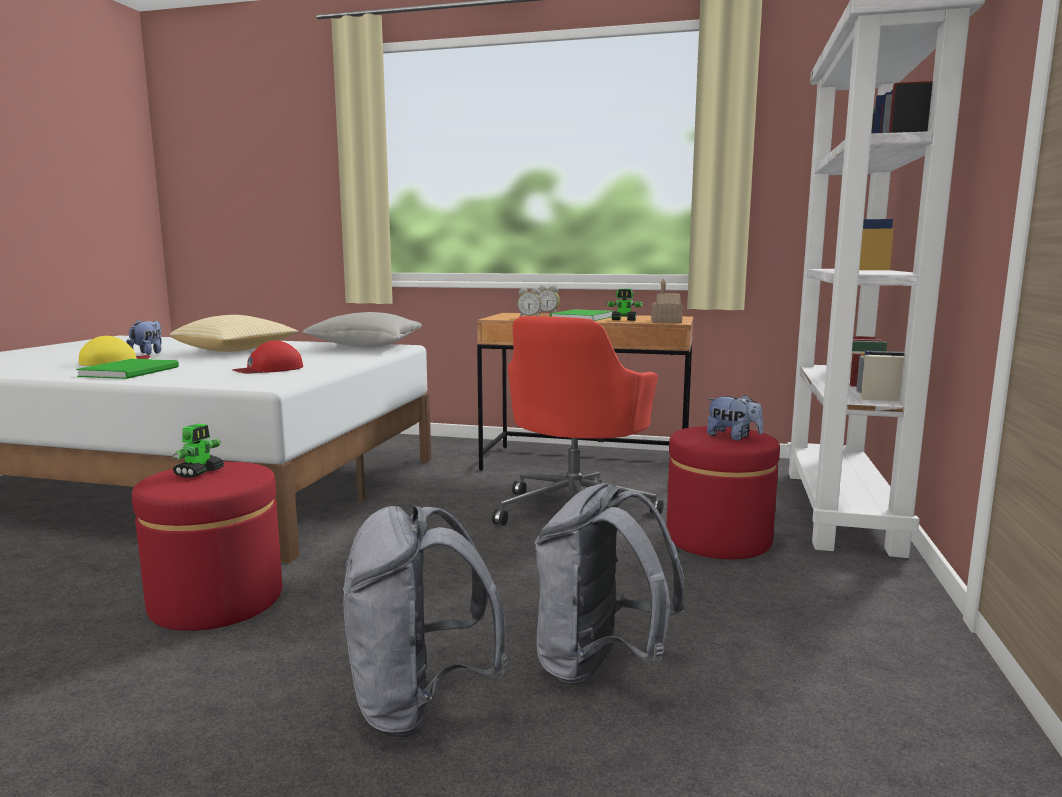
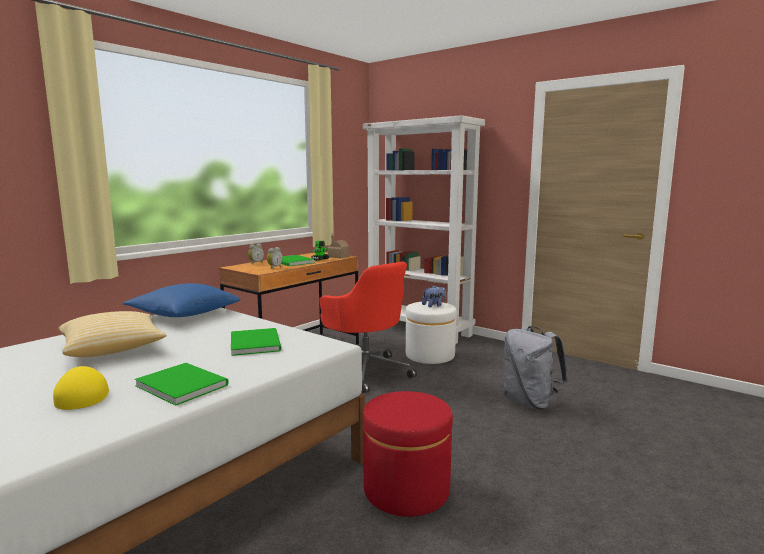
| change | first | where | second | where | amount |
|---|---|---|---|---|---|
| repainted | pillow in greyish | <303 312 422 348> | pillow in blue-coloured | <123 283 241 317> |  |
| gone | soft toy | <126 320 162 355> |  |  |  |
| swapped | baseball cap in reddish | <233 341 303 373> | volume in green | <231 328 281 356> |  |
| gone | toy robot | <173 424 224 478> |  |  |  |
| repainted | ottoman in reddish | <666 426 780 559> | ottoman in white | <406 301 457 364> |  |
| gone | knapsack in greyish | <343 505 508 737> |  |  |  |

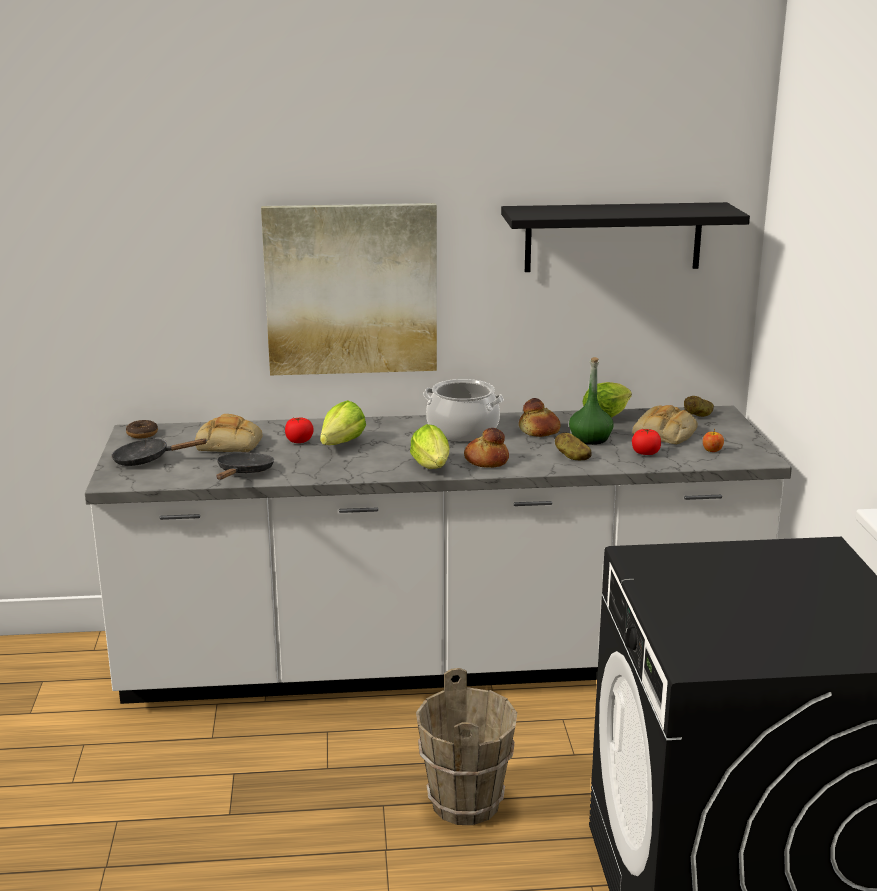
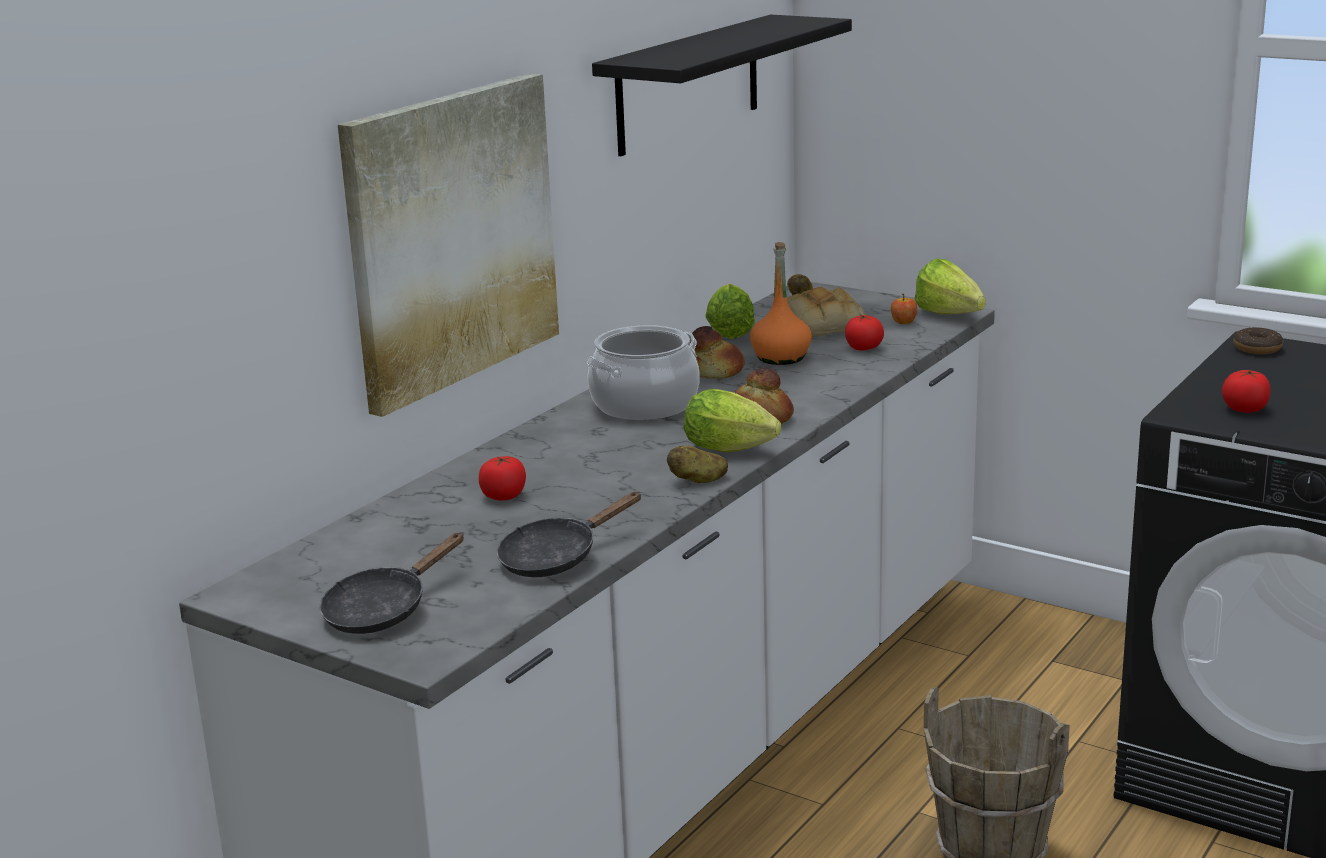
| change | first | where | second | where | amount |
|---|---|---|---|---|---|
| repainted | beverage bottle in green | <569 357 613 445> | beverage bottle in orange-coloured | <750 242 812 365> |  |
| shifted | lettuce head | <320 400 366 445> |  | <914 259 986 314> |  |
| gone | bakery bread | <195 414 263 452> |  |  |  |
| shifted | ring doughnut | <126 420 158 438> |  | <1233 327 1283 354> |  |
| shifted | potato | <555 433 592 460> |  | <667 446 728 483> |  |
| rotated | pan in blackish | <217 453 274 480> |  | <496 492 642 577> | 90 degrees counterclockwise |
| new |  |  | tomato | <1222 370 1270 413> |  |

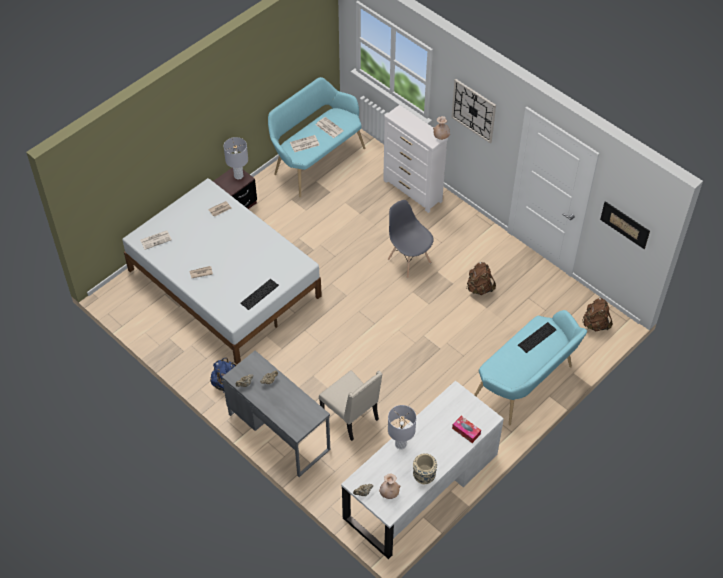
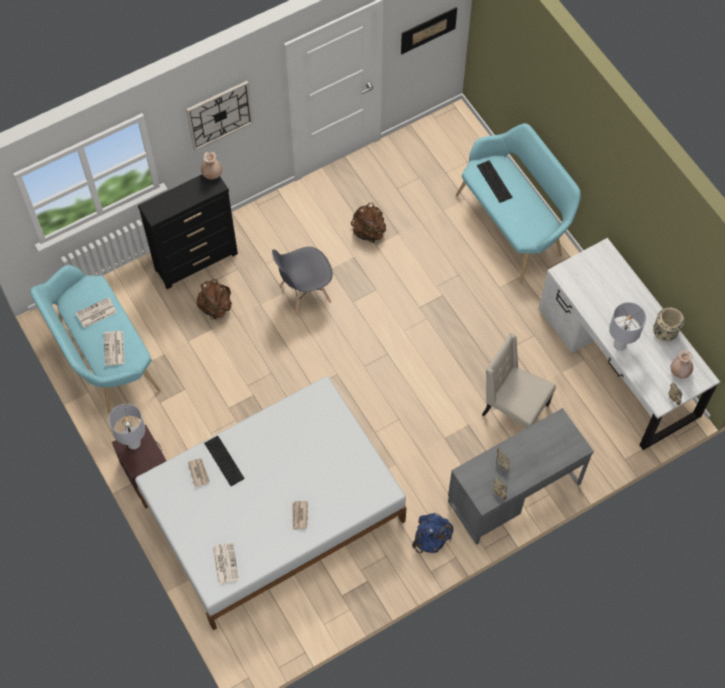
| change | first | where | second | where | amount |
|---|---|---|---|---|---|
| repainted | drawer chest in white | <383 105 448 213> | drawer chest in blackish | <138 175 238 289> |  |
| shifted | PC keyboard | <240 279 279 310> |  | <204 436 245 486> |  |
| shifted | knapsack in brownish | <582 297 613 331> |  | <196 279 232 319> |  |
| rotated | upright chair in beige | <319 370 383 441> |  | <482 333 556 429> | 120 degrees counterclockwise |
| gone | box of tissues | <452 416 481 443> |  |  |  |

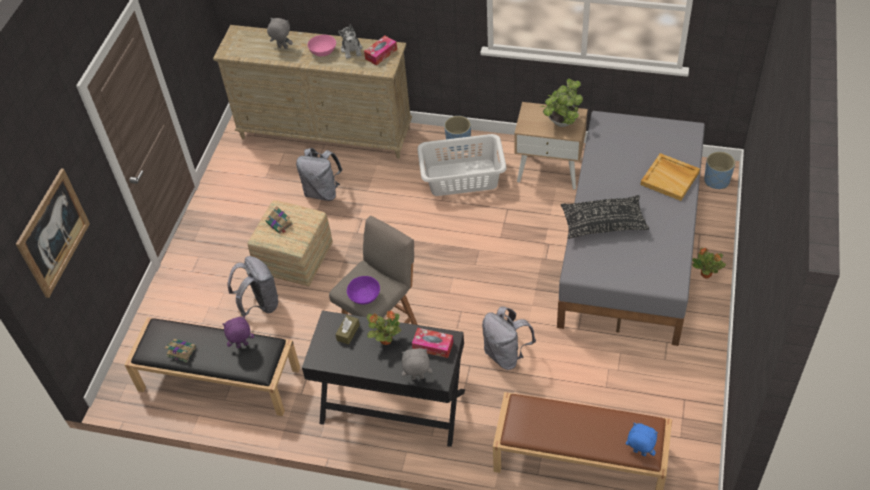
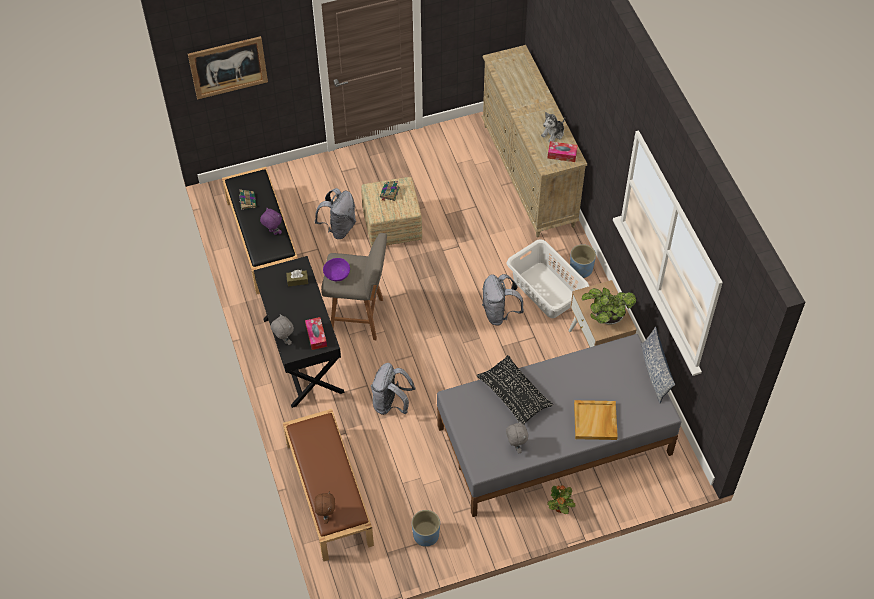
| change | first | where | second | where | amount |
|---|---|---|---|---|---|
| shifted | soft toy in greyish | <267 18 293 49> |  | <506 421 528 454> |  |
| gone | serving bowl in pink-coloured | <308 35 336 57> |  |  |  |
| shifted | knapsack in greyish | <296 148 343 201> |  | <482 274 524 325> |  |
| shifted | planter in blue-coloured | <704 151 735 189> |  | <412 510 440 547> |  |
| gone | potted plant | <367 310 401 345> |  |  |  |
| repainted | soft toy in blue-coloured | <626 423 658 456> | soft toy in brownish | <314 491 335 524> |  |
| new |  |  | pillow | <640 327 675 404> |  |

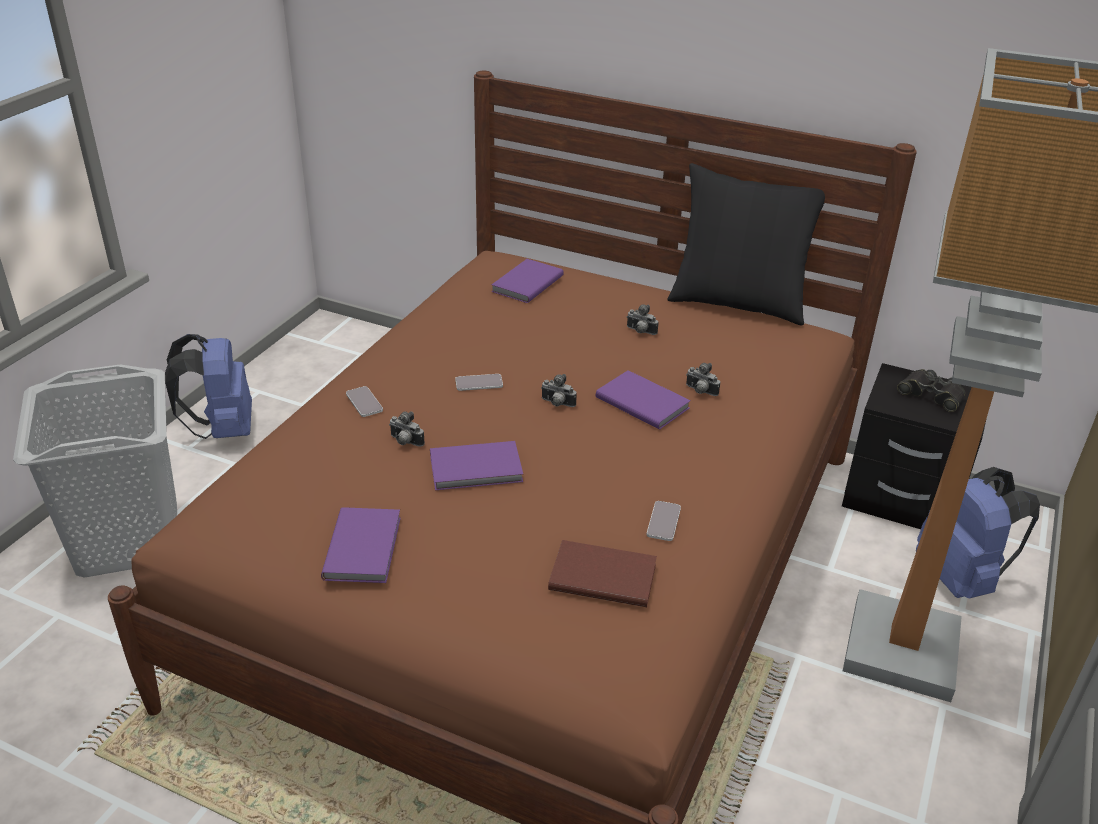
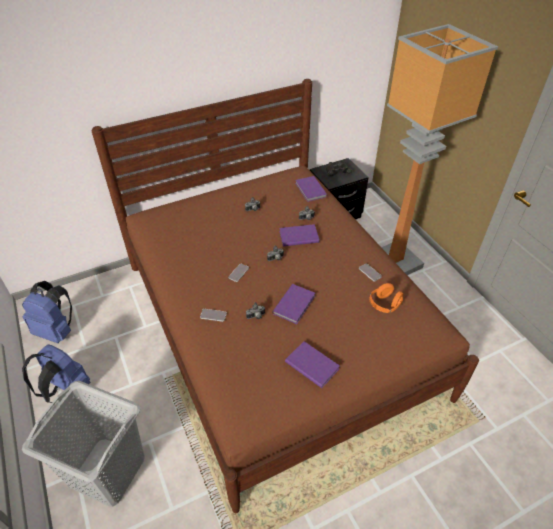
| change | first | where | second | where | amount |
|---|---|---|---|---|---|
| gone | pillow in blackish | <668 163 825 325> |  |  |  |
| shifted | volume in purple-coloured | <491 259 564 303> |  | <295 176 328 202> |  |
| shifted | knapsack in blue-coloured | <916 467 1040 598> |  | <22 281 72 343> |  |
| swapped | volume in brownish | <548 540 657 607> | pair of headphones in orange-coloured | <370 283 403 313> |  |

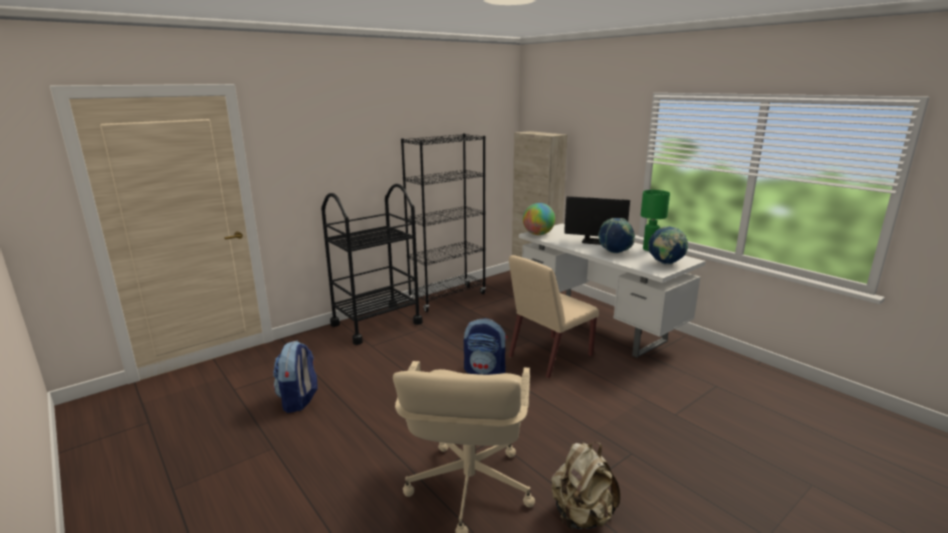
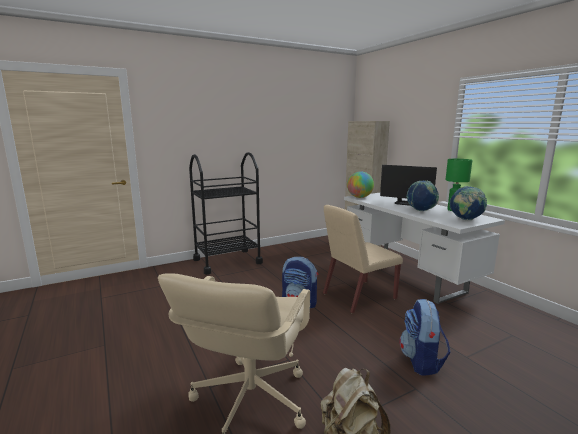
| change | first | where | second | where | amount |
|---|---|---|---|---|---|
| gone | bookcase in blackish | <401 133 486 312> |  |  |  |
| shifted | knapsack | <273 341 317 413> |  | <400 299 450 375> |  |

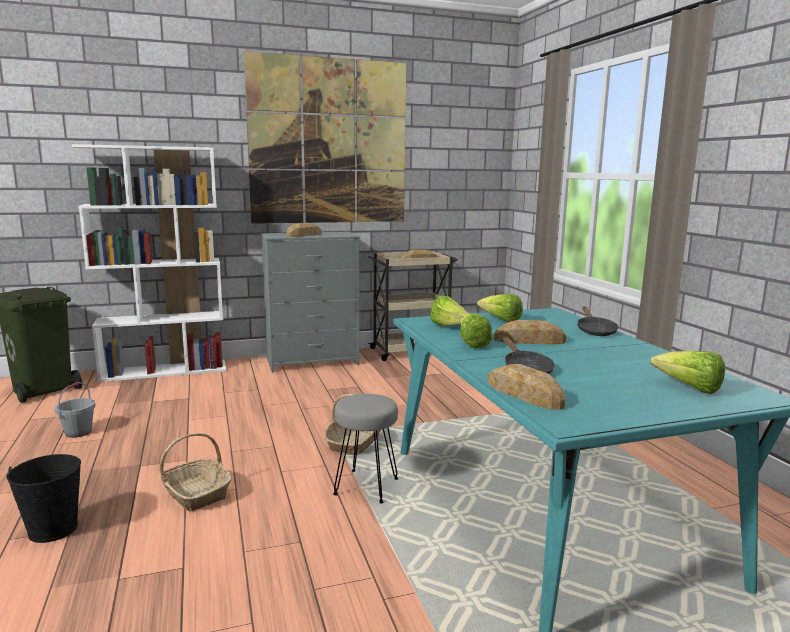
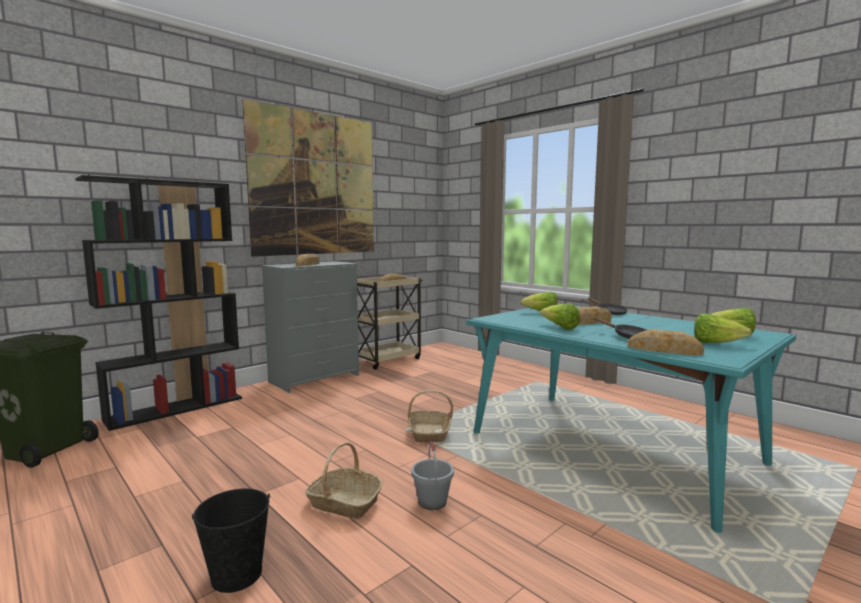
| change | first | where | second | where | amount |
|---|---|---|---|---|---|
| repainted | bookcase in white | <72 144 226 382> | bookcase in blackish | <75 175 242 431> |  |
| shifted | lettuce head | <430 296 469 326> |  | <694 313 752 343> |  |
| shifted | bucket in greyish | <55 382 95 438> |  | <411 441 454 510> |  |
| gone | stool seat in greyish | <333 394 398 504> |  |  |  |

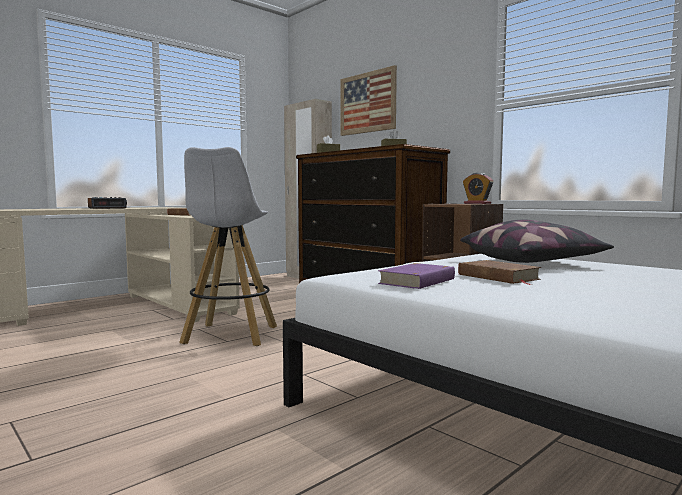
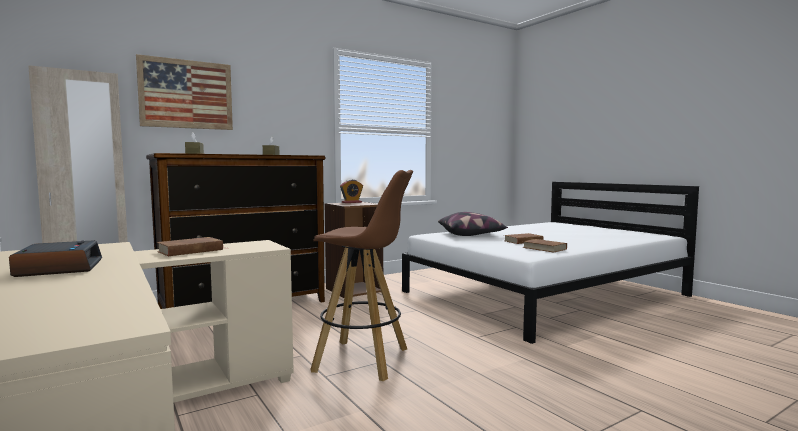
| change | first | where | second | where | amount |
|---|---|---|---|---|---|
| repainted | stool seat in white | <179 147 277 346> | stool seat in brownish | <310 170 413 381> |  |
| repainted | volume in purple-coloured | <378 263 455 289> | volume in brownish | <523 239 567 252> |  |

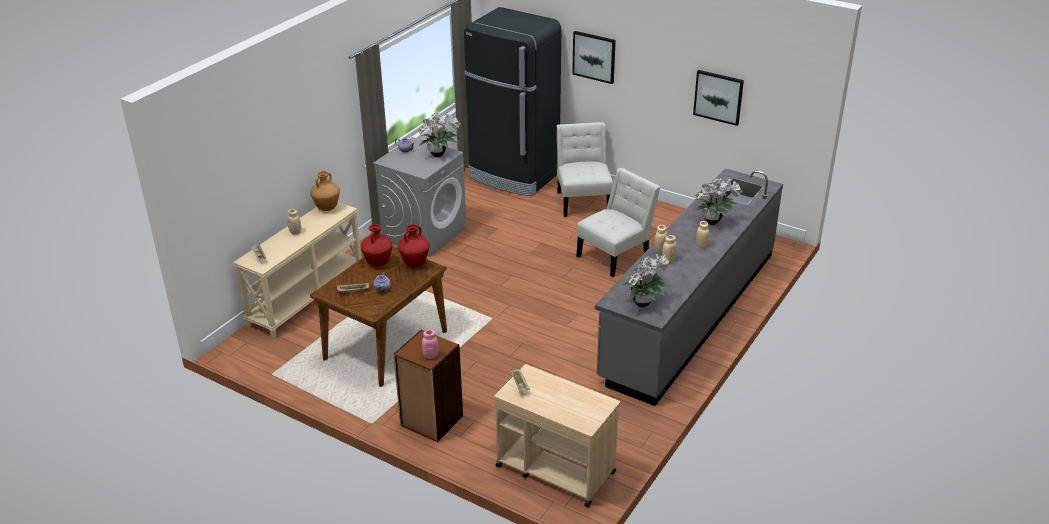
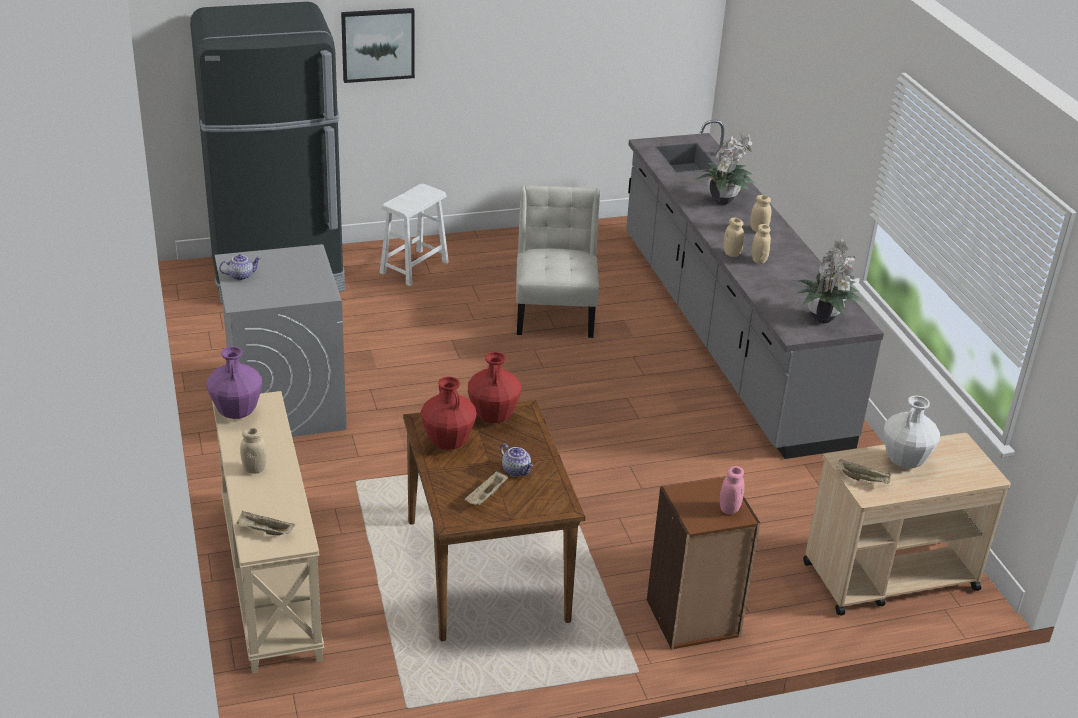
| change | first | where | second | where | amount |
|---|---|---|---|---|---|
| gone | wall art | <693 70 744 126> |  |  |  |
| gone | potted plant | <417 113 461 157> |  |  |  |
| swapped | upright chair in white | <557 122 613 217> | stool seat in white | <379 184 449 286> |  |
| repainted | vase in brownish | <310 171 340 211> | vase in purple-coloured | <207 346 262 419> |  |
| new |  |  | vase in white | <884 396 940 468> |  |

